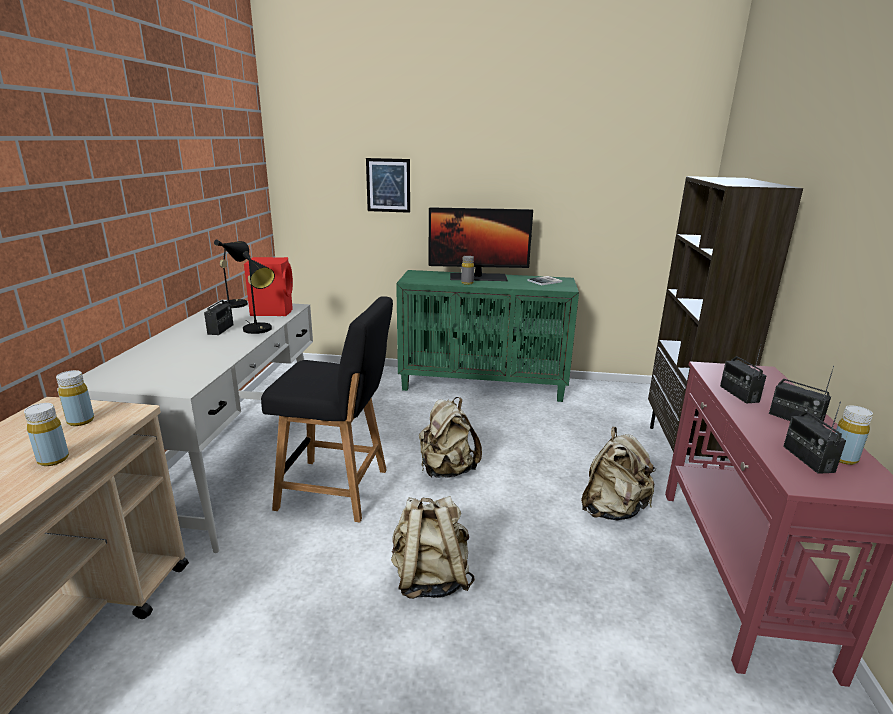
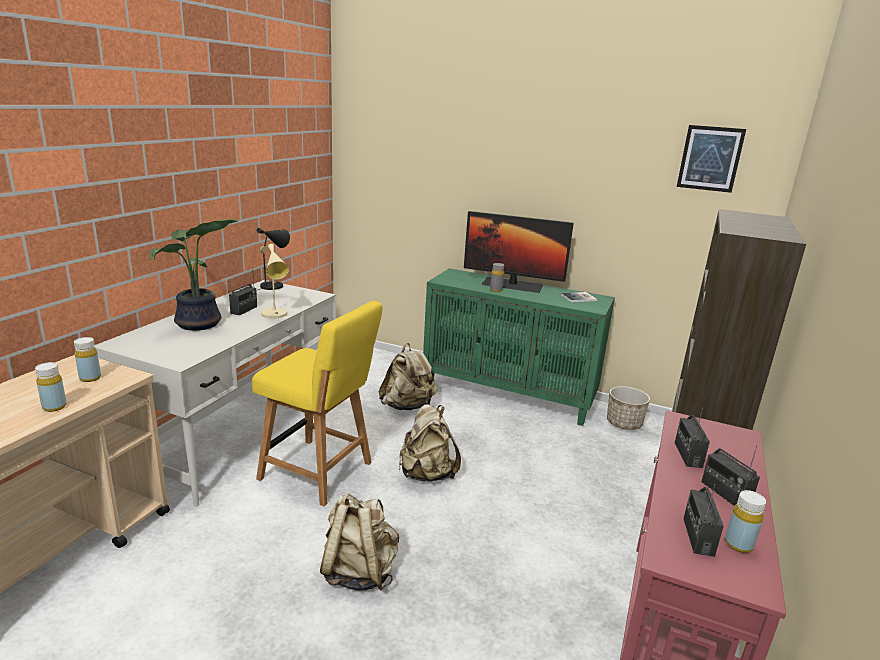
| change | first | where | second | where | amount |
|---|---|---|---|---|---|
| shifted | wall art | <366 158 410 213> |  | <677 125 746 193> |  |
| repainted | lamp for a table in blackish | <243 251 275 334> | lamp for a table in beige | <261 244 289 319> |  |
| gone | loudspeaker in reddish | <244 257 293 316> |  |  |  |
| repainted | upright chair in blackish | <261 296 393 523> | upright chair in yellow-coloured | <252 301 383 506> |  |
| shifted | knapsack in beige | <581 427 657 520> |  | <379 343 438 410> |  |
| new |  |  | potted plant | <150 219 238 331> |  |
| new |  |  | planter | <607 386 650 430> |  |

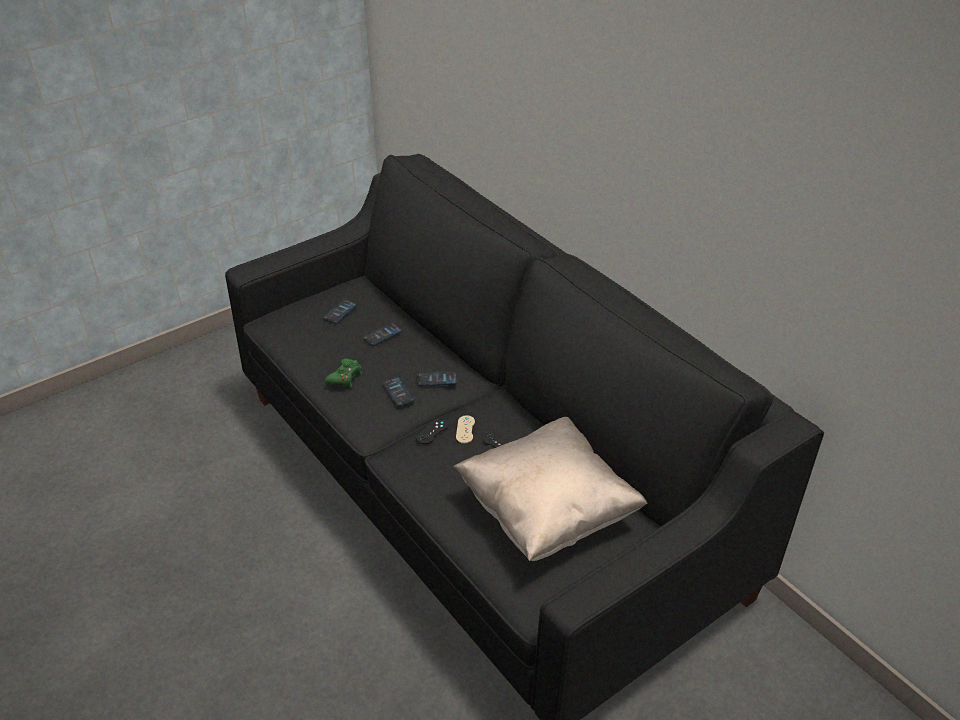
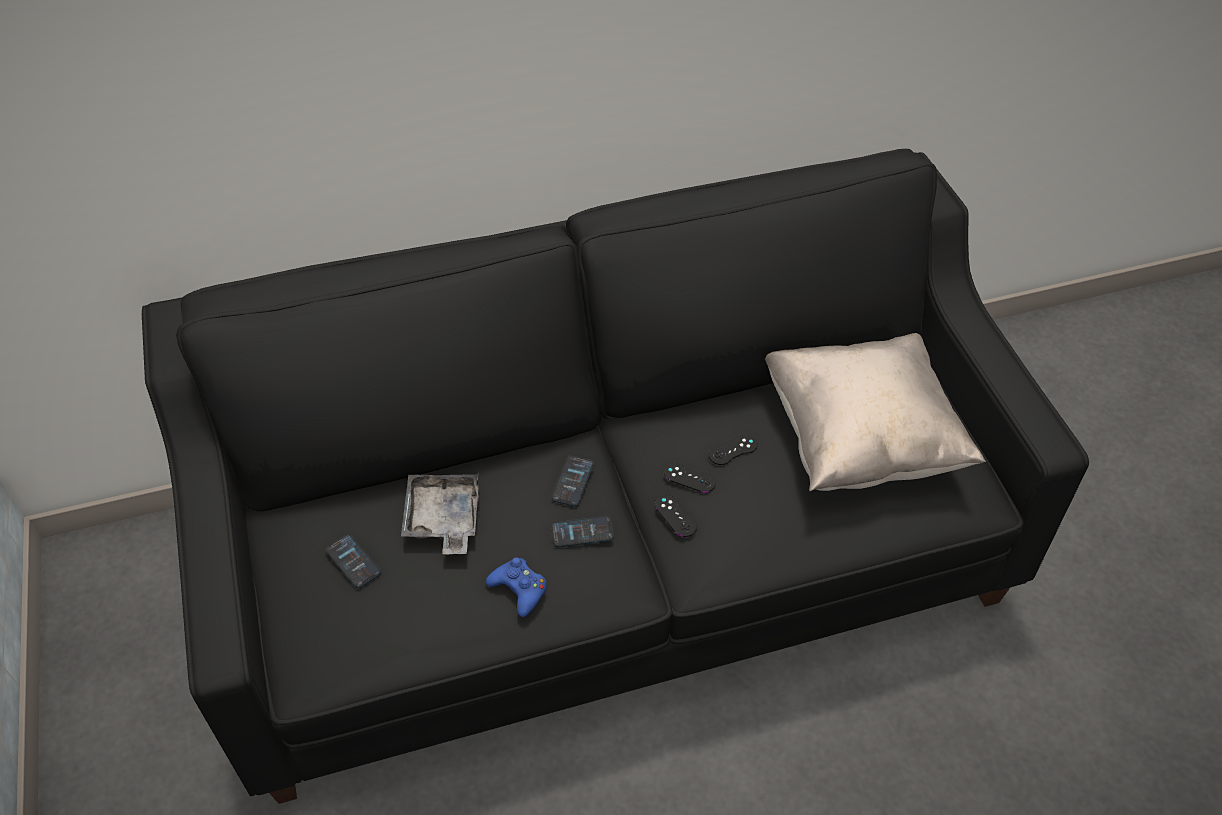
| change | first | where | second | where | amount |
|---|---|---|---|---|---|
| swapped | handset | <363 323 402 346> | tray in greyish | <401 471 479 555> |  |
| repainted | gamepad in green | <325 358 362 387> | gamepad in blue-coloured | <486 557 547 617> |  |
| repainted | gamepad in beige | <456 415 475 444> | gamepad in blackish | <664 462 716 493> |  |

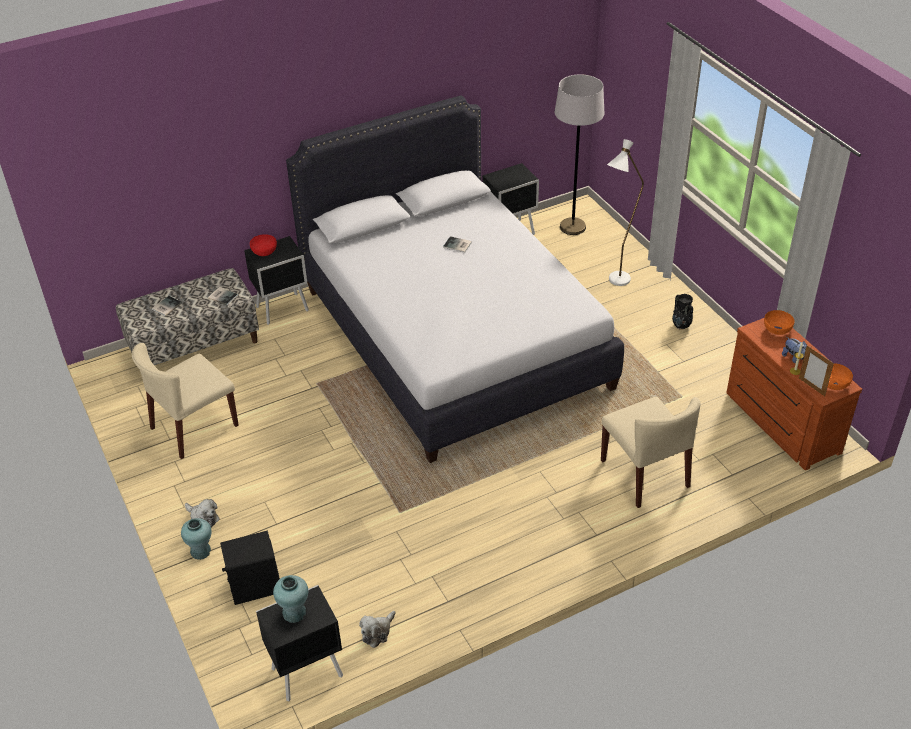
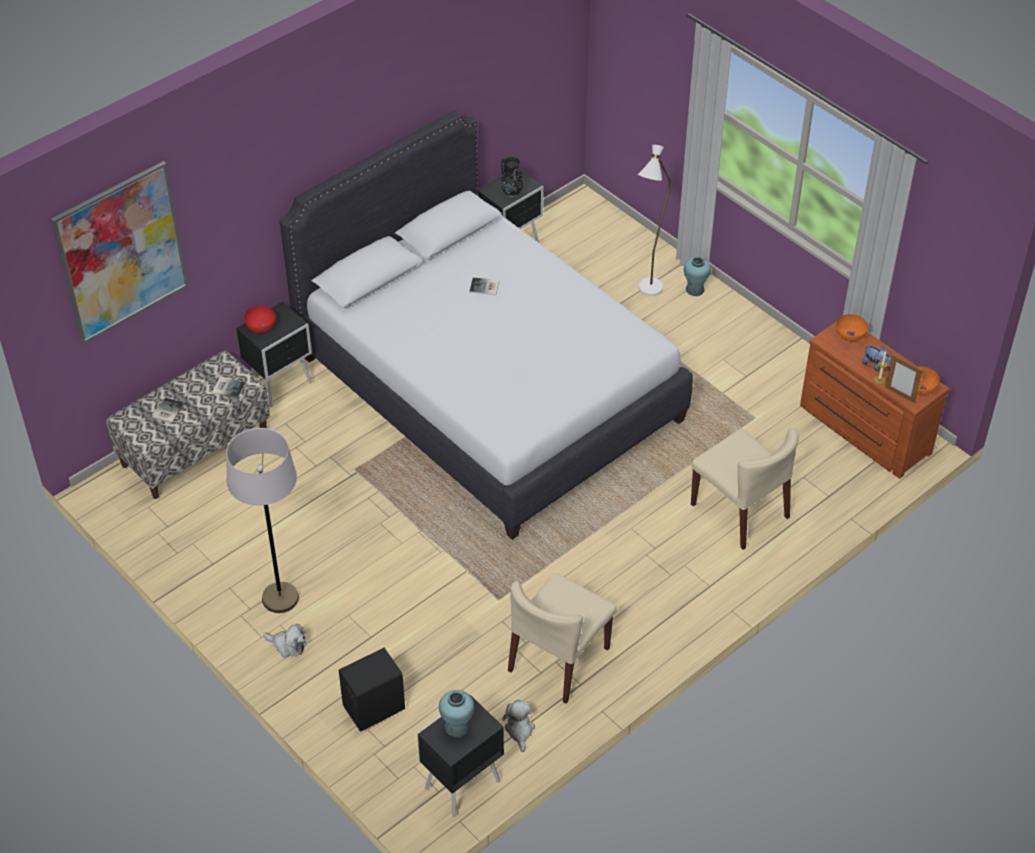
| change | first | where | second | where | amount |
|---|---|---|---|---|---|
| shifted | standing lamp in greyish | <555 74 605 235> |  | <226 428 299 613> |  |
| shifted | vase in blackish | <672 294 693 330> |  | <501 157 523 197> |  |
| shifted | upright chair in beige | <132 343 239 459> |  | <508 573 617 704> |  |
| shifted | vase in turquoise-coloured | <181 518 212 560> |  | <684 257 711 296> |  |
| rotated | soft toy | <359 611 395 648> |  | <502 700 535 752> | 150 degrees clockwise |
| new |  |  | wall art | <51 161 188 344> |  |

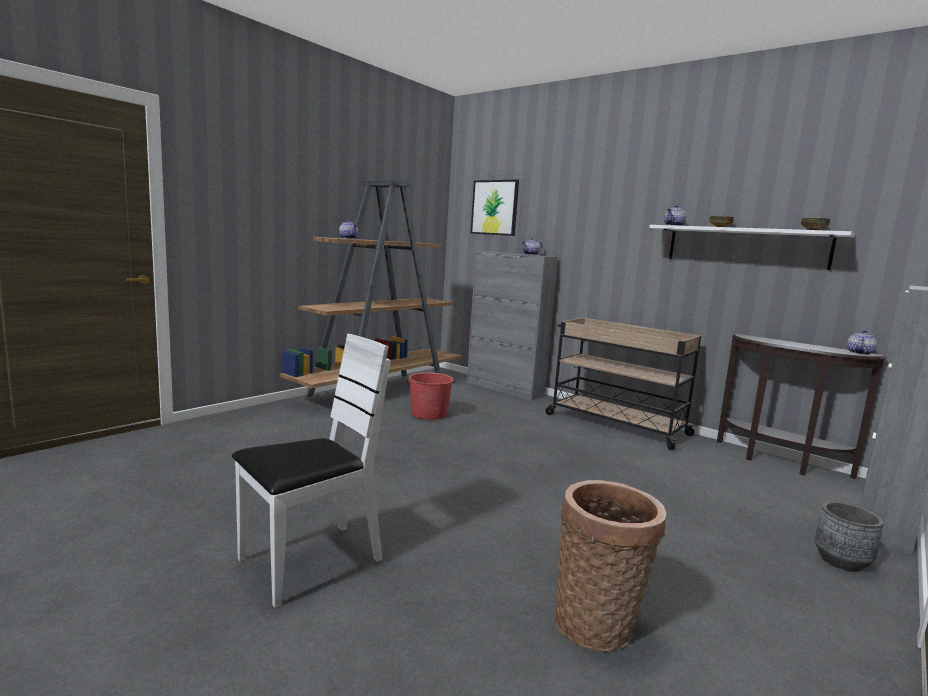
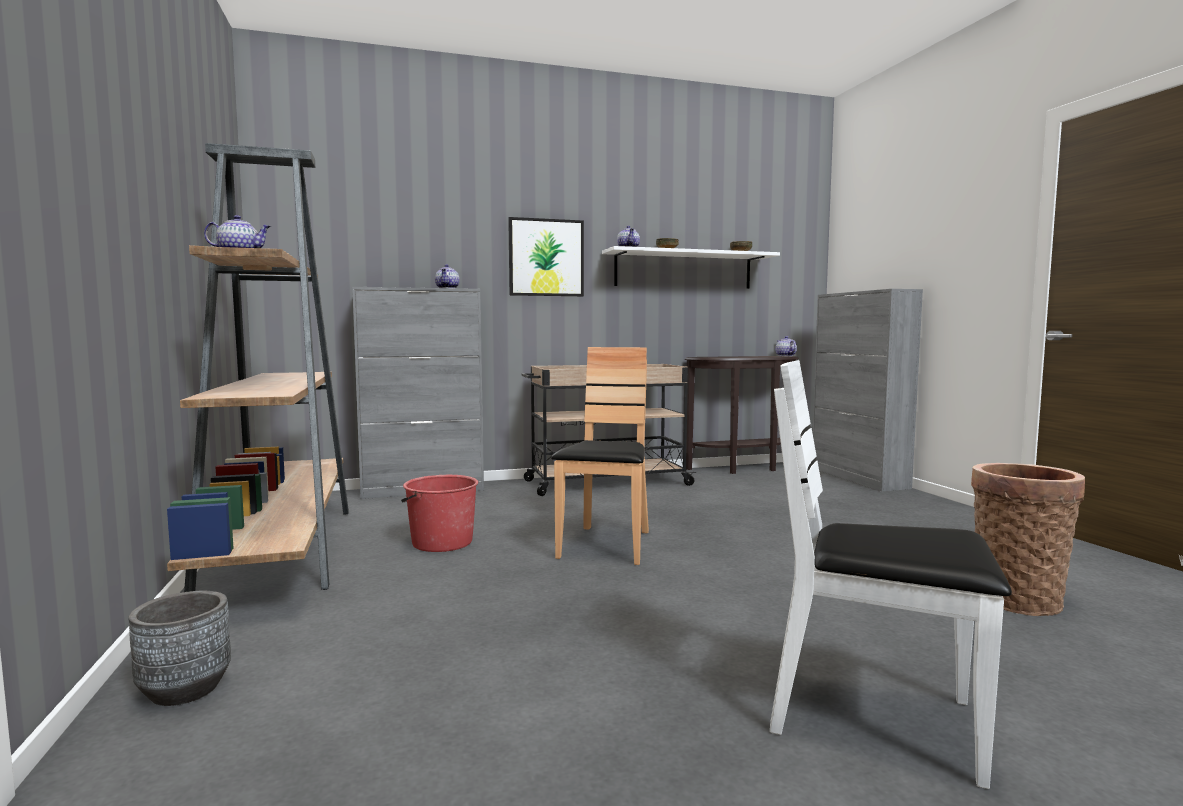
| change | first | where | second | where | amount |
|---|---|---|---|---|---|
| shifted | wall art | <471 180 519 236> |  | <508 217 584 296> |  |
| rotated | upright chair in white | <232 333 391 608> |  | <770 360 1012 789> | 60 degrees counterclockwise |
| shifted | planter in greyish | <815 501 884 572> |  | <129 590 231 706> |  |
| new |  |  | upright chair in brownish | <551 347 649 565> |  |

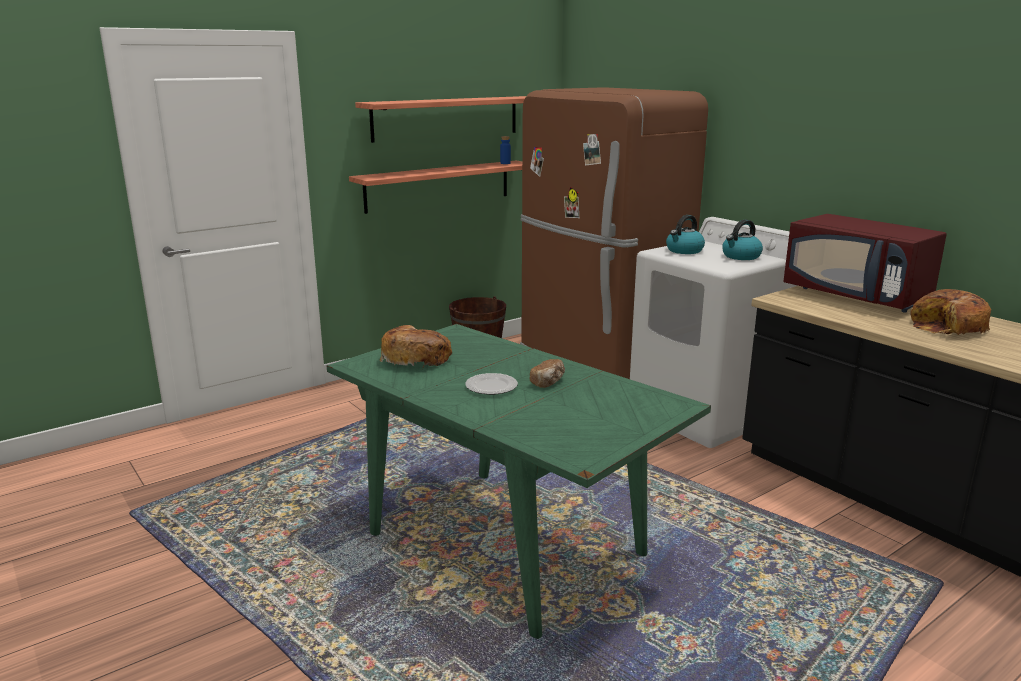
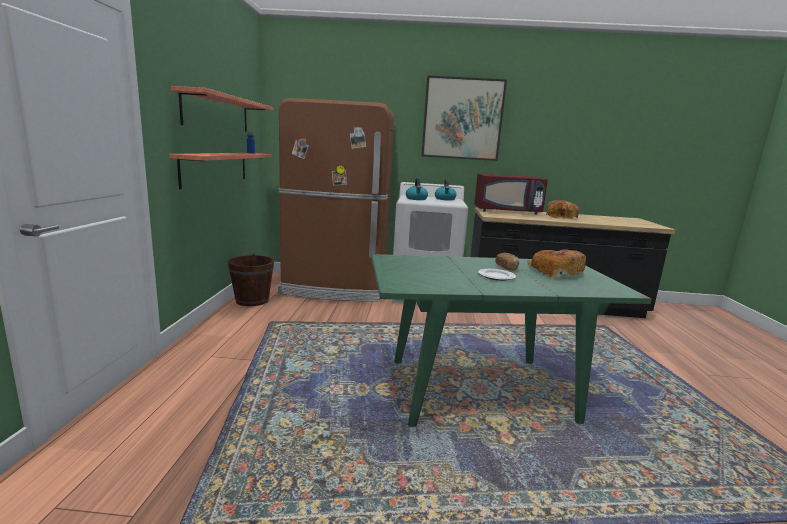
| change | first | where | second | where | amount |
|---|---|---|---|---|---|
| shifted | bakery bread | <380 325 452 369> |  | <527 249 586 278> |  |
| new |  |  | wall art | <422 76 507 161> |  |

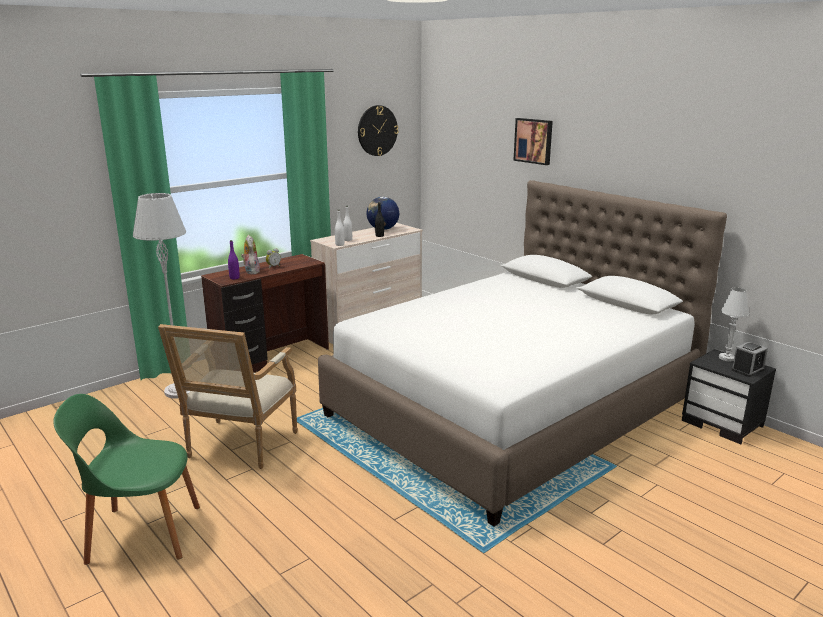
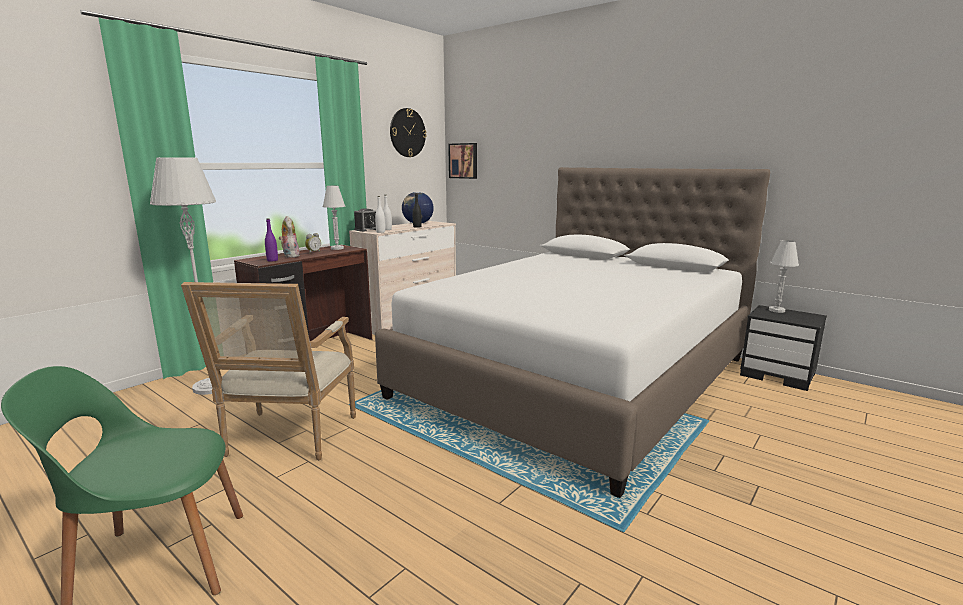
| change | first | where | second | where | amount |
|---|---|---|---|---|---|
| shifted | wall art | <513 118 553 165> |  | <448 143 477 179> |  |
| shifted | bedside clock | <732 342 768 377> |  | <354 208 376 232> |  |
| new |  |  | lamp for a table in white | <323 186 345 250> |  |

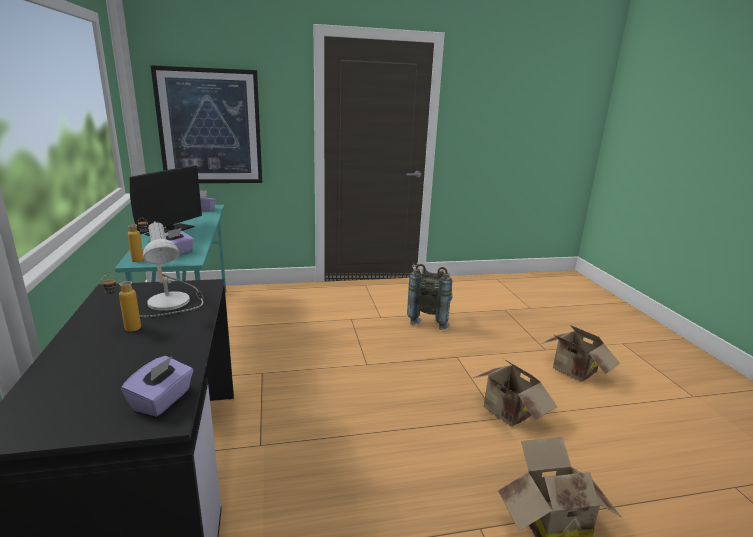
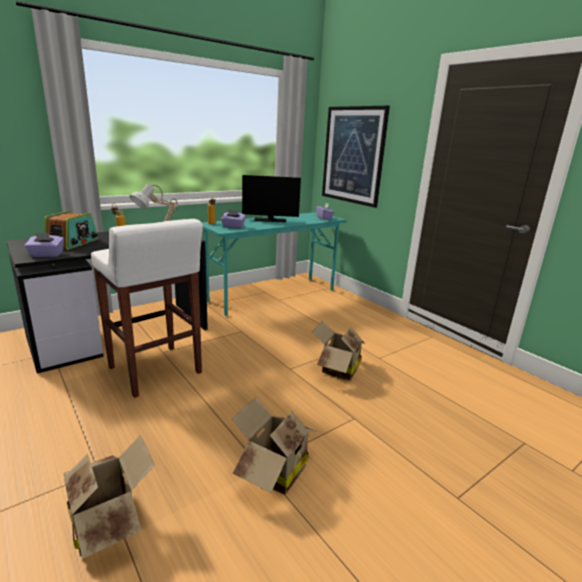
| change | first | where | second | where | amount |
|---|---|---|---|---|---|
| gone | knapsack in greyish | <407 264 453 330> |  |  |  |
| shifted | cardboard box | <541 325 620 382> |  | <312 320 365 380> |  |
| new |  |  | radio set | <44 211 98 250> |  |
| new |  |  | stool seat in white | <91 219 203 398> |  |

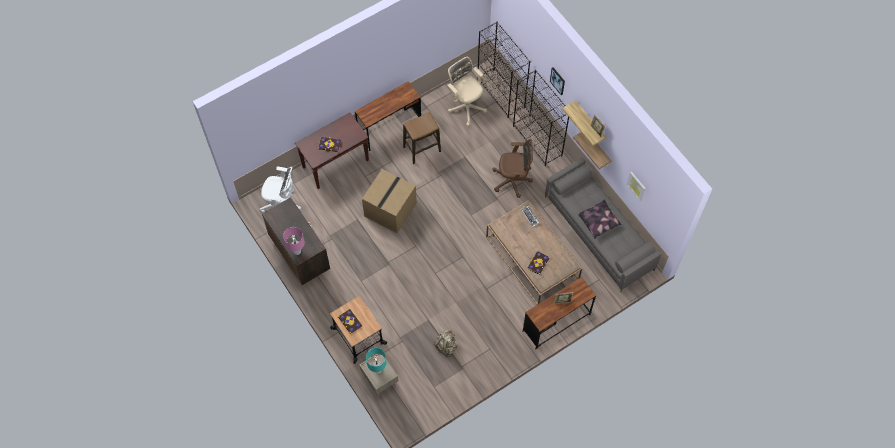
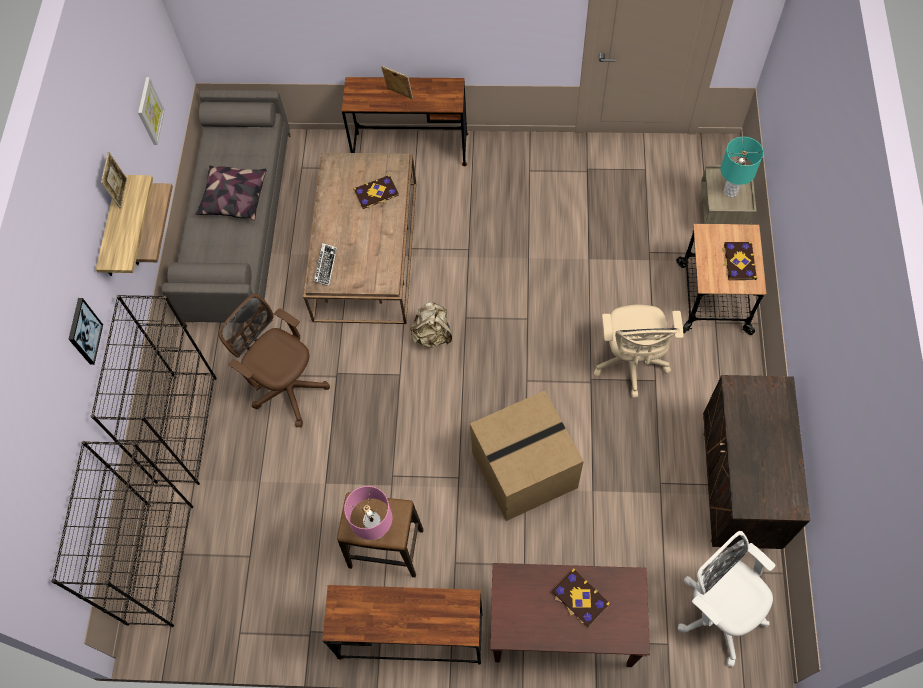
| change | first | where | second | where | amount |
|---|---|---|---|---|---|
| shifted | desk chair in beige | <447 56 487 126> |  | <593 305 684 398> |  |
| shifted | lamp for a table in pink-coloured | <283 227 305 255> |  | <344 486 392 540> |  |
| shifted | knapsack in beige | <434 330 457 357> |  | <410 301 452 348> |  |

